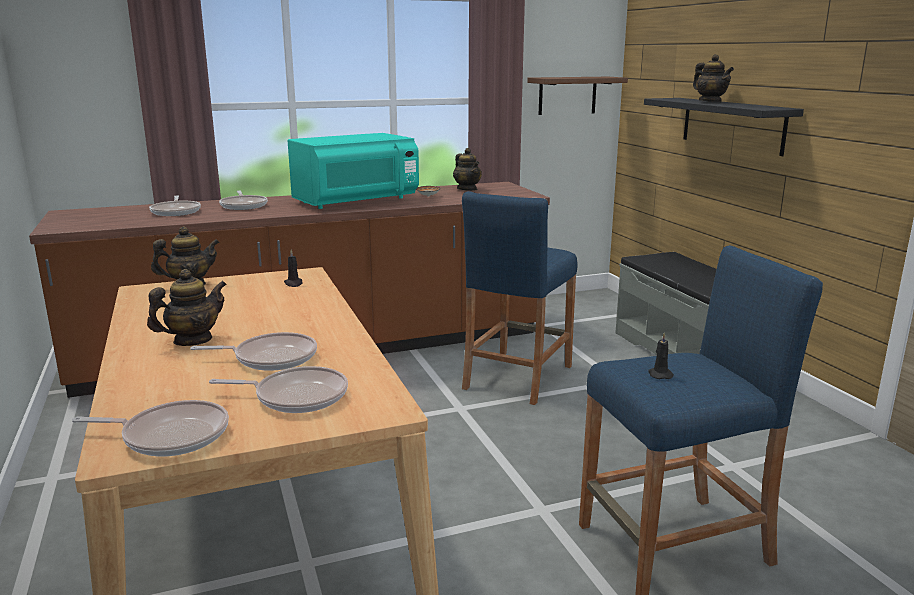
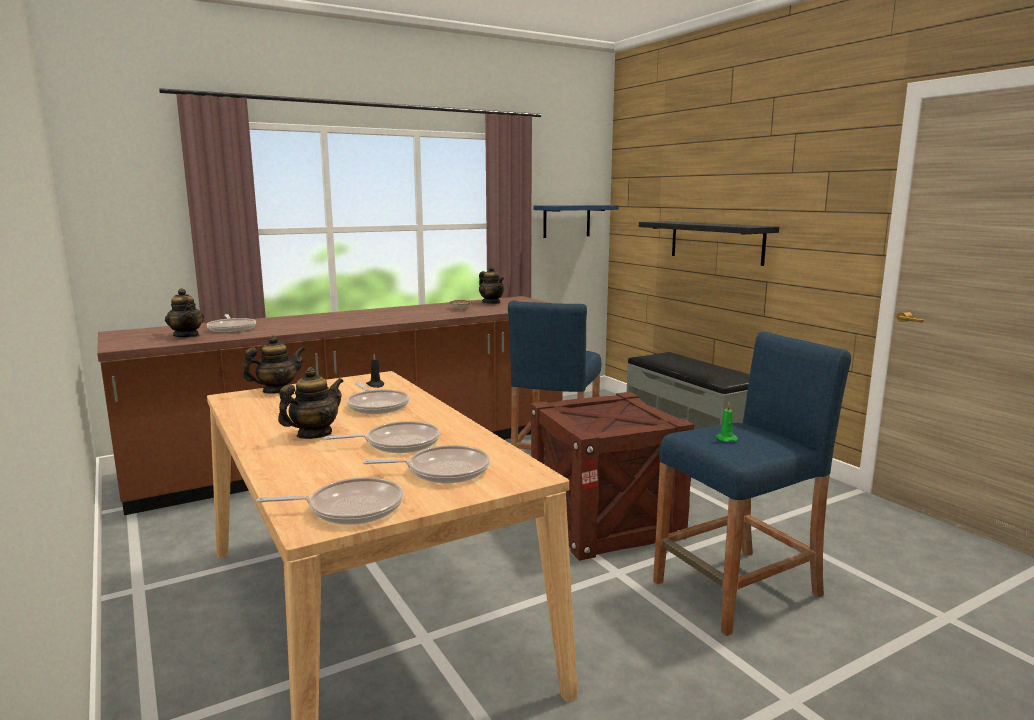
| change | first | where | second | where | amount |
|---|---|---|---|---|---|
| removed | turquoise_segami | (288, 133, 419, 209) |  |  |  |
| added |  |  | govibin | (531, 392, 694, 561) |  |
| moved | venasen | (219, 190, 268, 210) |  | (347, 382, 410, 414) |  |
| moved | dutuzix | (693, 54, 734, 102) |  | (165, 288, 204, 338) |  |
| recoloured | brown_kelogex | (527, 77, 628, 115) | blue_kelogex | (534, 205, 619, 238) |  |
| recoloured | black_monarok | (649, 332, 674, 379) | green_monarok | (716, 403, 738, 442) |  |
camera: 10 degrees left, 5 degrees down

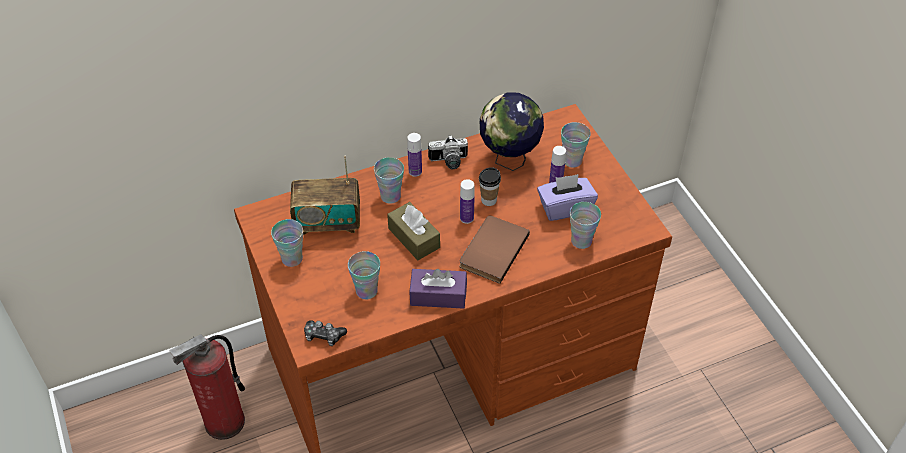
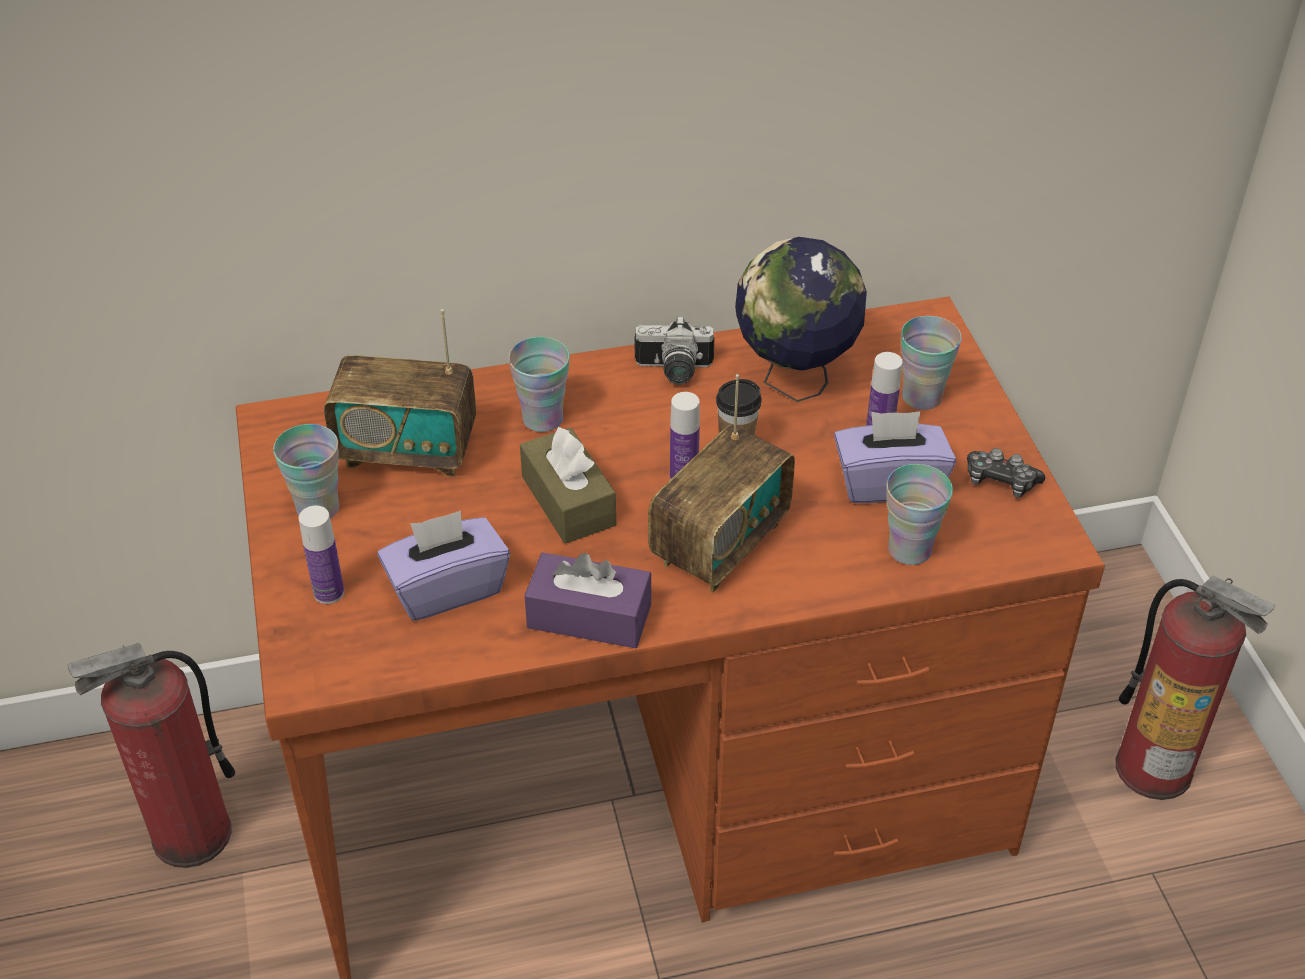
| change | first | where | second | where | amount |
|---|---|---|---|---|---|
| added |  |  | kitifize | (1116, 576, 1275, 800) |  |
| moved | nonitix | (304, 320, 347, 346) |  | (967, 448, 1045, 498) |  |
| moved | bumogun | (407, 133, 422, 177) |  | (299, 506, 344, 604) |  |
| replaced | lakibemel | (348, 251, 380, 299) | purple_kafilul | (378, 510, 510, 621) |  |
| replaced | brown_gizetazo | (459, 215, 530, 284) | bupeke | (648, 374, 795, 592) |  |
camera: 10 degrees right, 5 degrees down

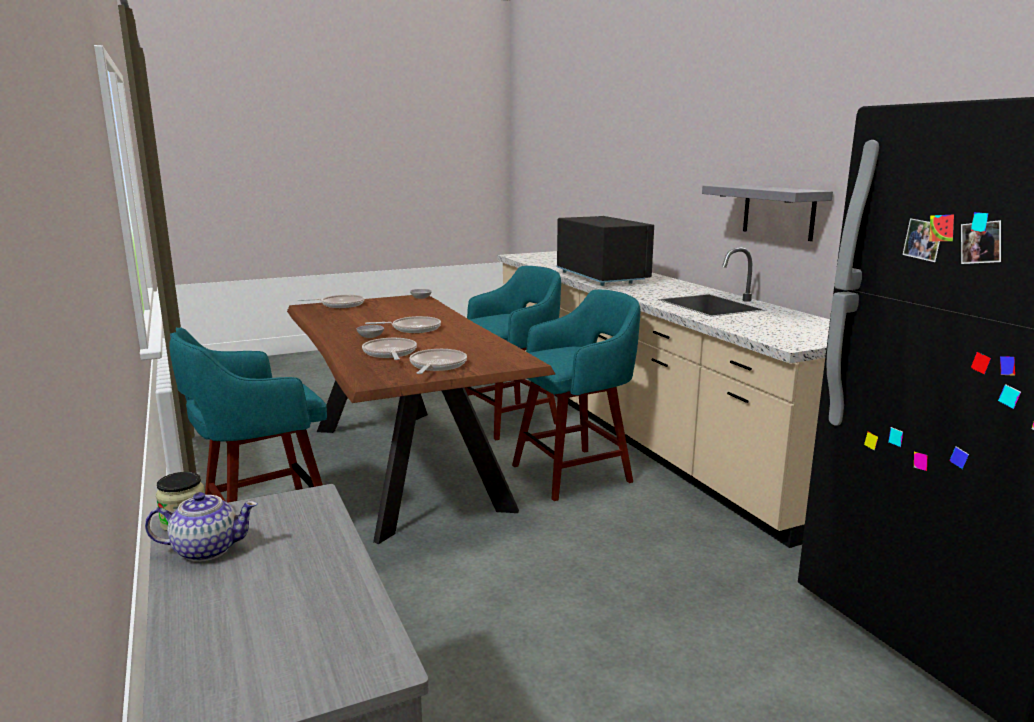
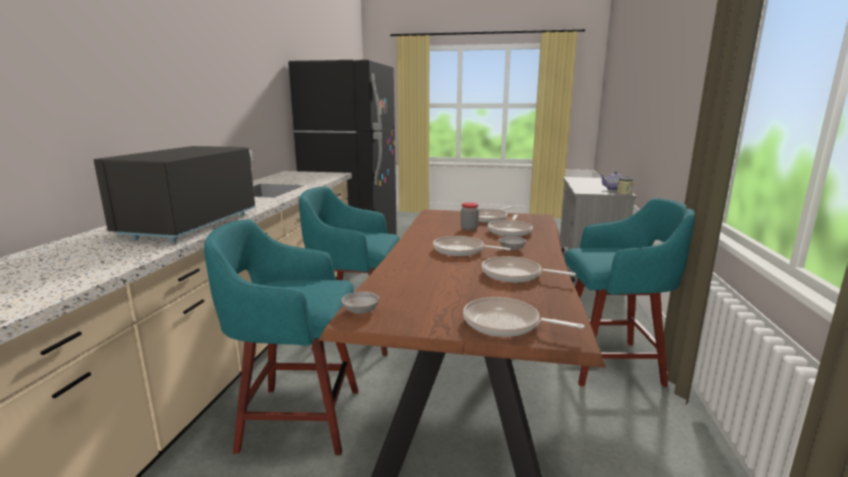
| change | first | where | second | where | amount |
|---|---|---|---|---|---|
| removed | grey_kelogex | (702, 185, 833, 241) |  |  |  |
| added |  |  | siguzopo | (461, 202, 479, 231) |  |
| added |  |  | venasen | (482, 256, 576, 282) |  |
camera: 145 degrees left, 0 degrees up

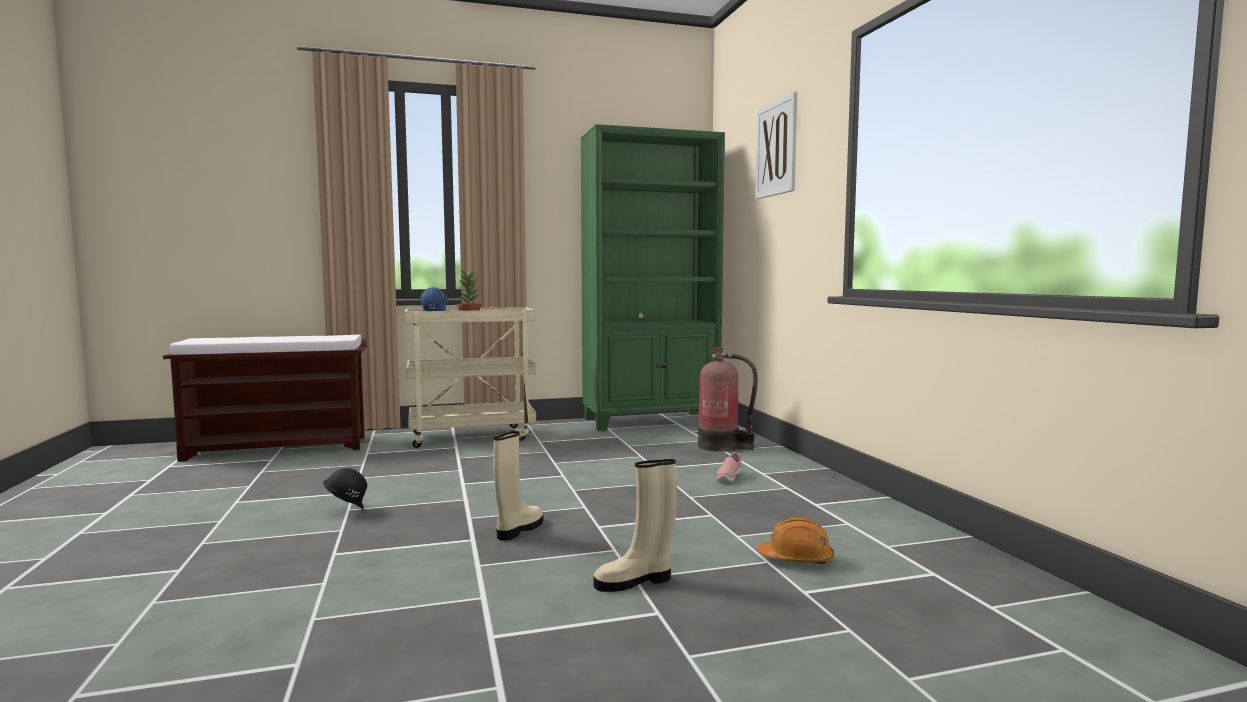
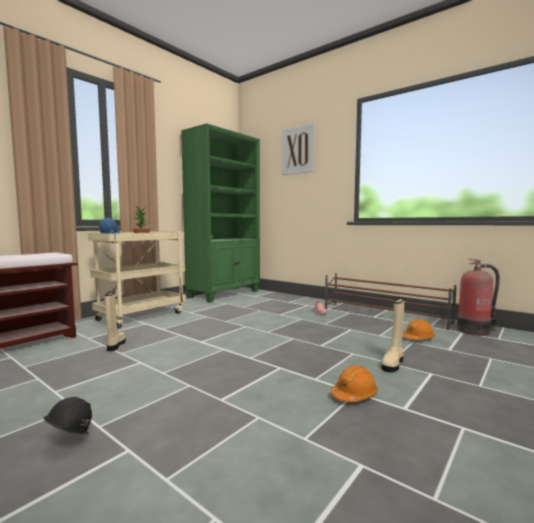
| change | first | where | second | where | amount |
|---|---|---|---|---|---|
| added |  |  | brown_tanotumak | (325, 273, 457, 330) |  |
| added |  |  | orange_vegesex | (331, 365, 378, 402) |  |
| moved | black_vegesex | (323, 468, 367, 510) |  | (44, 397, 92, 435) |  |
| moved | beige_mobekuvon | (494, 431, 543, 541) |  | (105, 291, 126, 351) |  |
| moved | kitifize | (698, 345, 758, 452) |  | (457, 259, 500, 336) |  |
camera: 35 degrees left, 0 degrees up

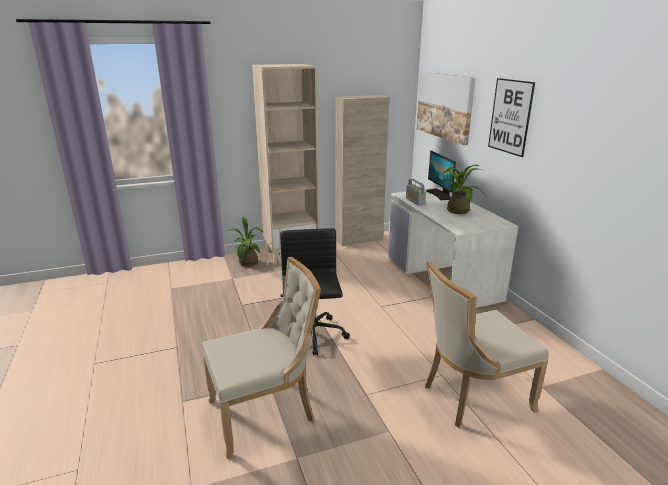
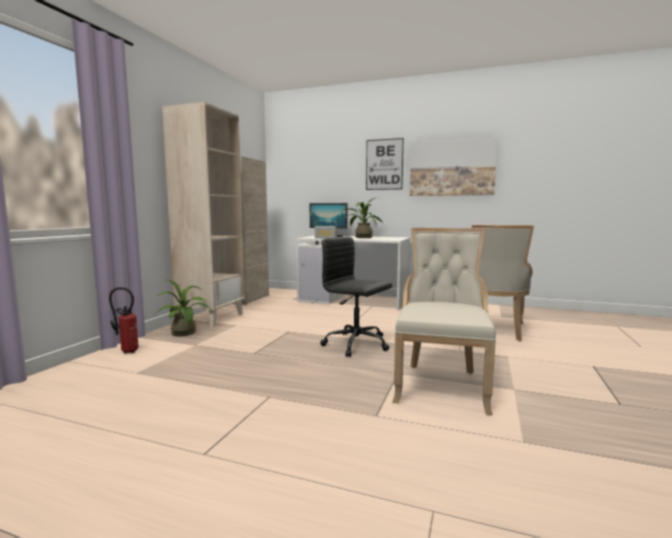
| change | first | where | second | where | amount |
|---|---|---|---|---|---|
| added |  |  | kitifize | (109, 287, 139, 354) |  |
| moved | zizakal | (417, 72, 475, 145) |  | (410, 137, 497, 196) |  |
camera: 50 degrees left, 15 degrees down

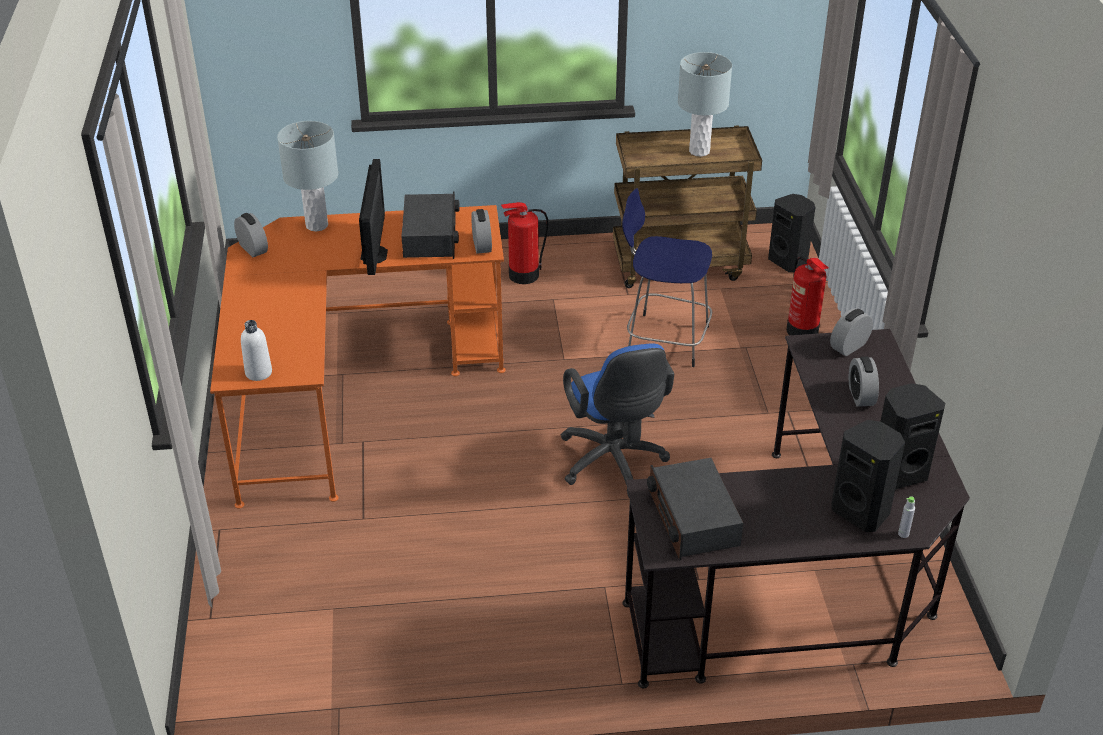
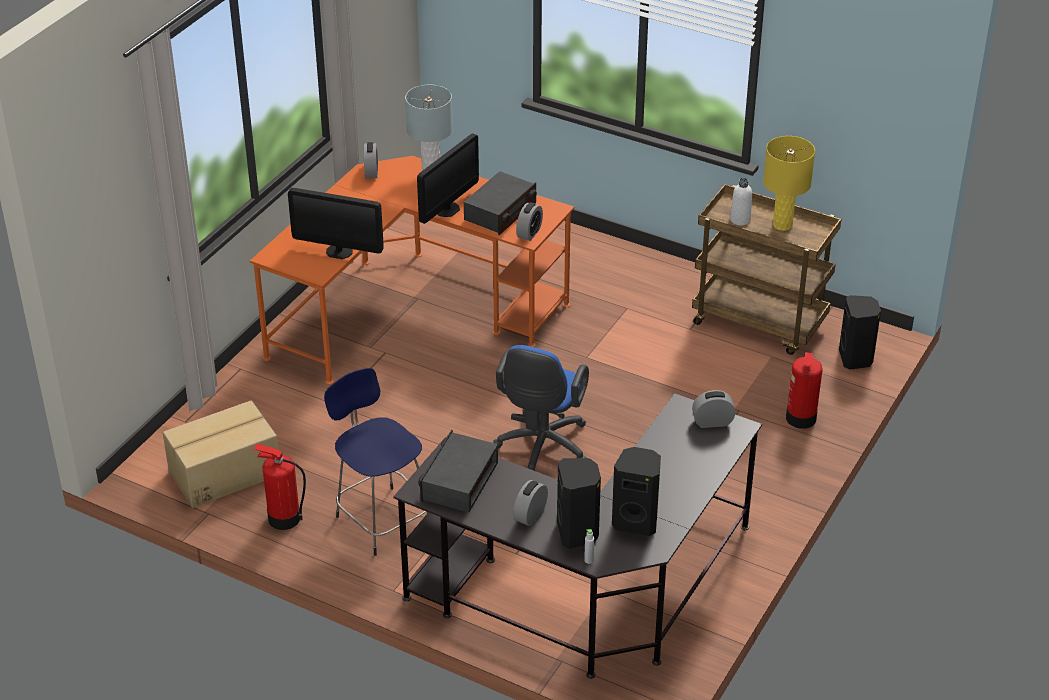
| change | first | where | second | where | amount |
|---|---|---|---|---|---|
| added |  |  | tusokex | (163, 400, 278, 508) |  |
| added |  |  | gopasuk | (288, 188, 383, 259) |  |
| moved | white_bumogun | (241, 320, 272, 381) |  | (730, 178, 752, 225) |  |
| moved | kitifize | (501, 202, 548, 284) |  | (254, 444, 306, 530) |  |
| moved | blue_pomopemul | (622, 188, 712, 367) |  | (324, 368, 428, 556) |  |
| moved | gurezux | (849, 357, 879, 407) |  | (513, 480, 548, 526) |  |
| recoloured | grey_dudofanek | (678, 52, 732, 157) | yellow_dudofanek | (763, 136, 815, 231) |  |
camera: 35 degrees right, 0 degrees up

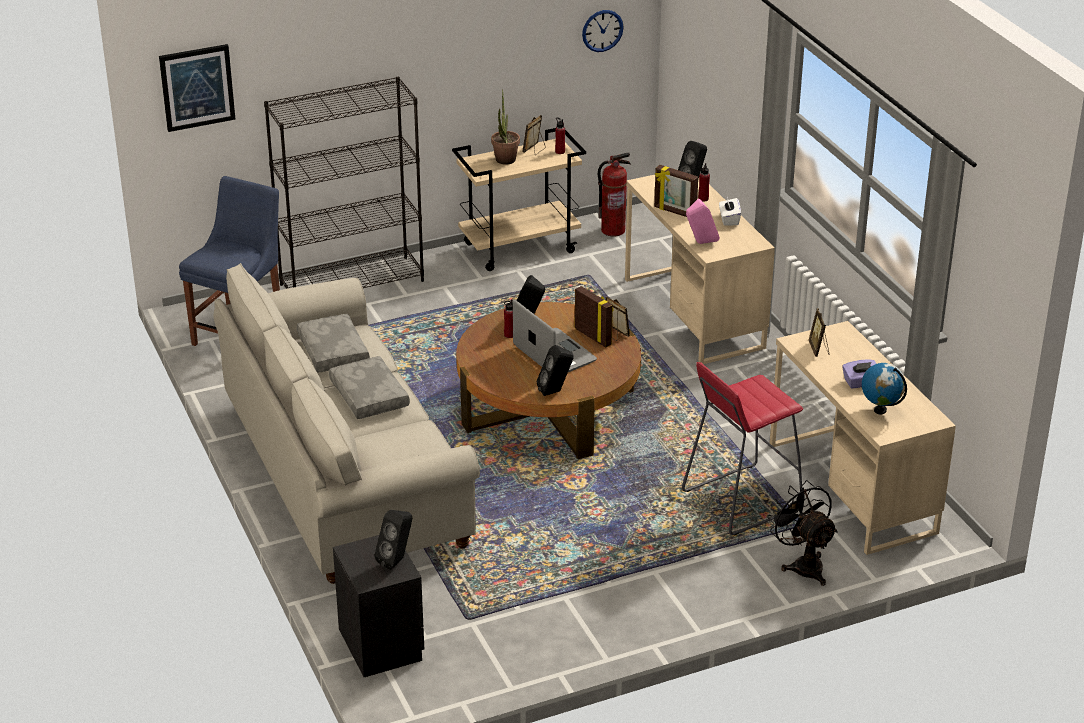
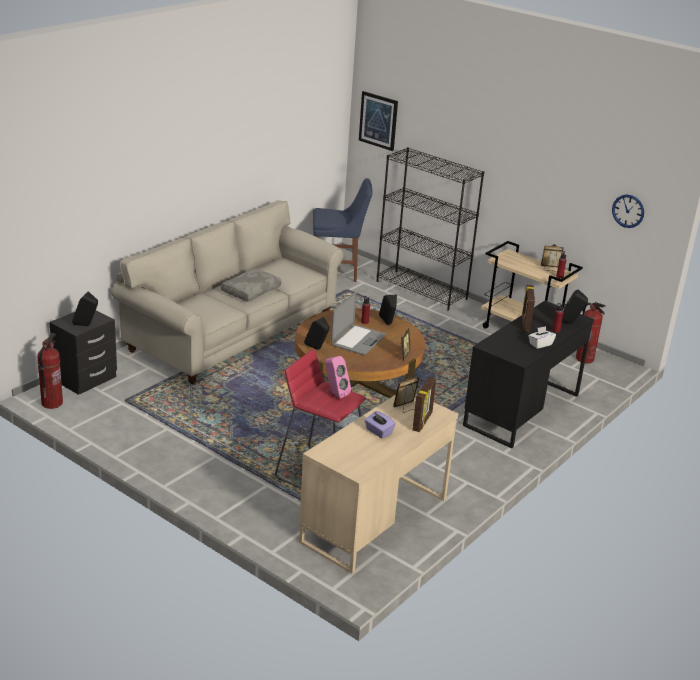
| change | first | where | second | where | amount |
|---|---|---|---|---|---|
| removed | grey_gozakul | (296, 314, 370, 373) |  |  |  |
| removed | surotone | (491, 89, 520, 165) |  |  |  |
| removed | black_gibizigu | (767, 480, 838, 586) |  |  |  |
| removed | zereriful | (862, 363, 907, 414) |  |  |  |
| added |  |  | kitifize | (37, 333, 63, 409) |  |
| moved | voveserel | (575, 286, 614, 348) |  | (413, 377, 436, 432) |  |
| moved | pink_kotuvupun | (686, 199, 720, 244) |  | (325, 356, 351, 399) |  |
| recoloured | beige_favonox | (625, 175, 775, 364) | black_favonox | (463, 301, 594, 448) |  |
camera: 60 degrees right, 5 degrees down

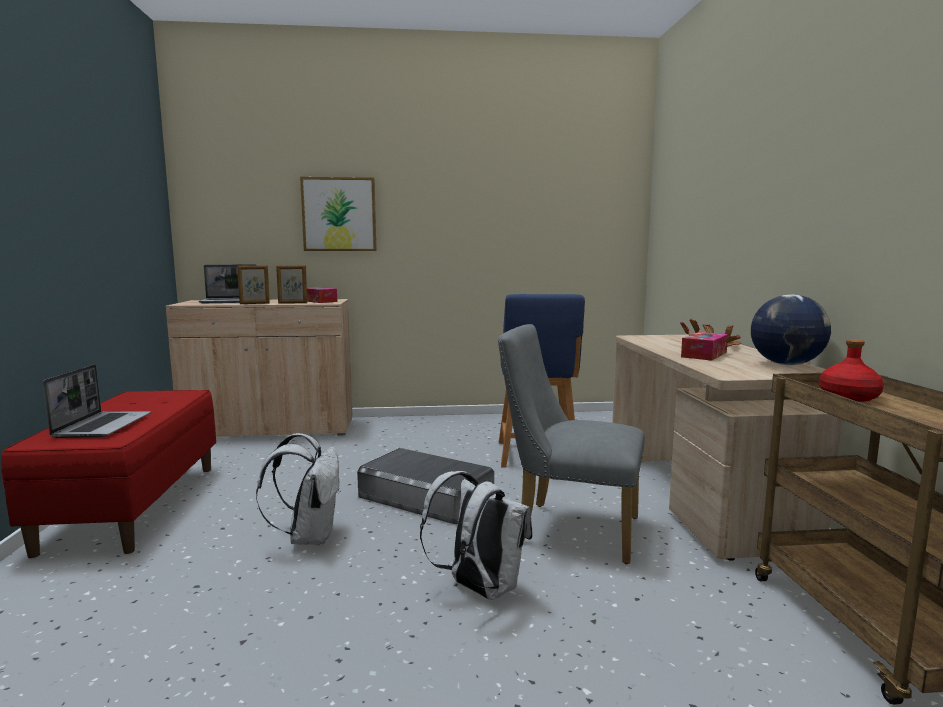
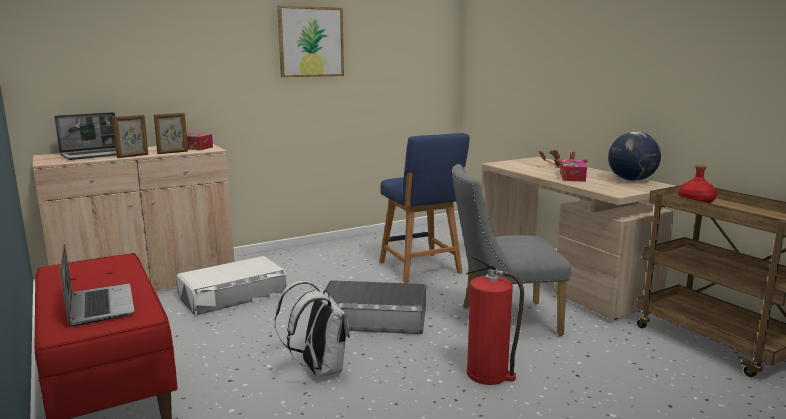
| change | first | where | second | where | amount |
|---|---|---|---|---|---|
| added |  |  | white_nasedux | (176, 256, 287, 316) |  |
| moved | zizakal | (300, 177, 376, 251) |  | (277, 5, 344, 77) |  |
| replaced | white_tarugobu | (420, 471, 533, 600) | kitifize | (466, 256, 524, 385) |  |
camera: 25 degrees left, 5 degrees up

